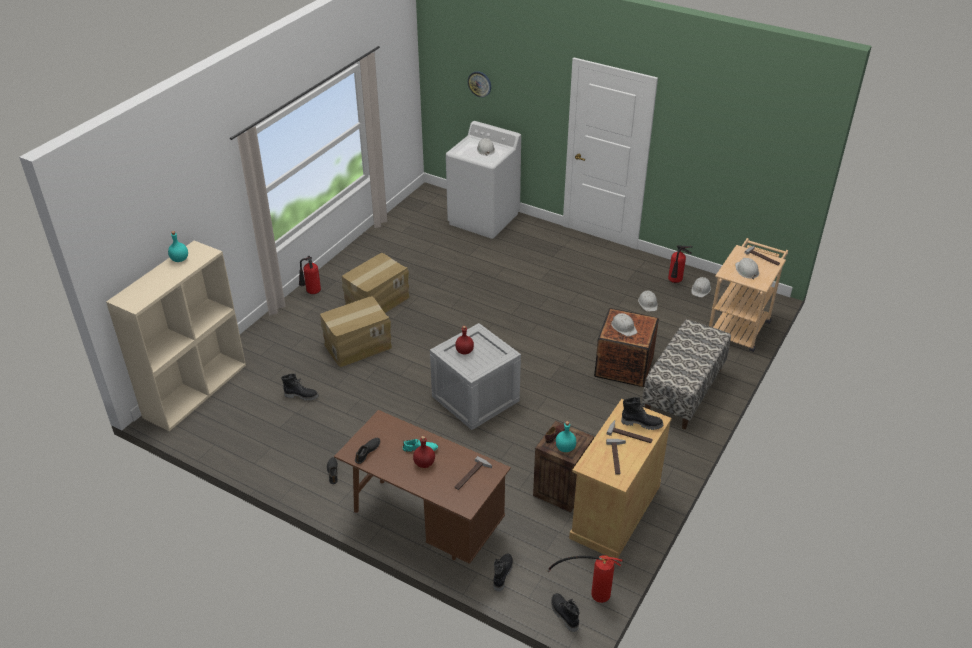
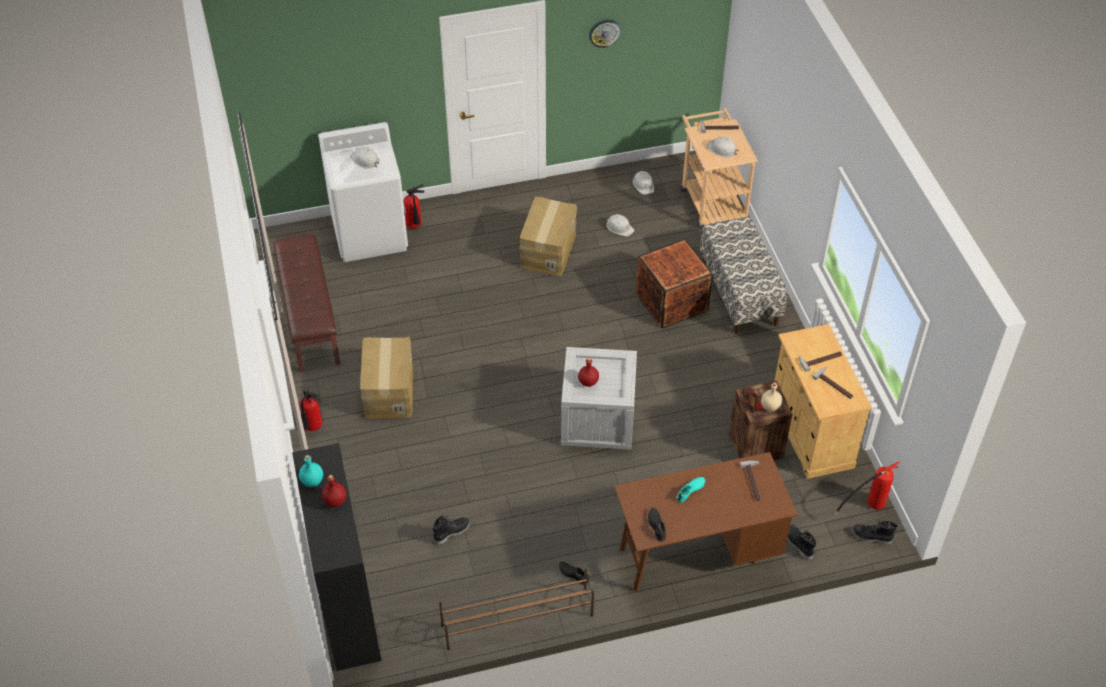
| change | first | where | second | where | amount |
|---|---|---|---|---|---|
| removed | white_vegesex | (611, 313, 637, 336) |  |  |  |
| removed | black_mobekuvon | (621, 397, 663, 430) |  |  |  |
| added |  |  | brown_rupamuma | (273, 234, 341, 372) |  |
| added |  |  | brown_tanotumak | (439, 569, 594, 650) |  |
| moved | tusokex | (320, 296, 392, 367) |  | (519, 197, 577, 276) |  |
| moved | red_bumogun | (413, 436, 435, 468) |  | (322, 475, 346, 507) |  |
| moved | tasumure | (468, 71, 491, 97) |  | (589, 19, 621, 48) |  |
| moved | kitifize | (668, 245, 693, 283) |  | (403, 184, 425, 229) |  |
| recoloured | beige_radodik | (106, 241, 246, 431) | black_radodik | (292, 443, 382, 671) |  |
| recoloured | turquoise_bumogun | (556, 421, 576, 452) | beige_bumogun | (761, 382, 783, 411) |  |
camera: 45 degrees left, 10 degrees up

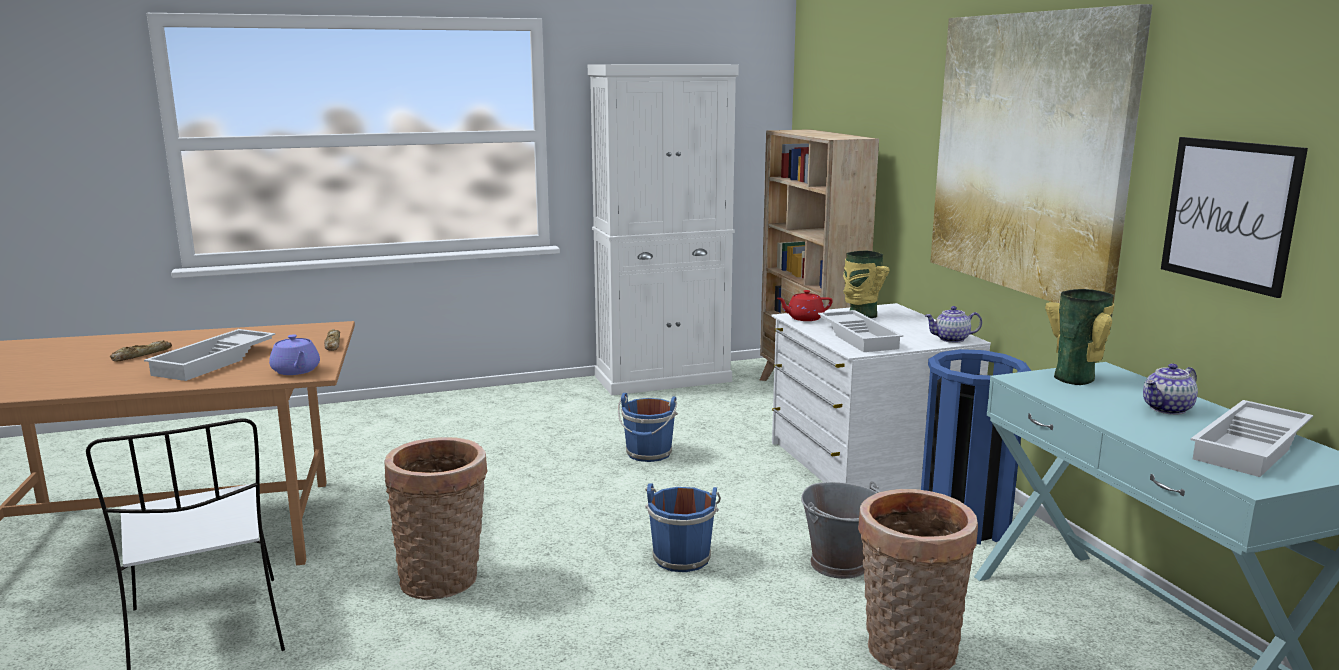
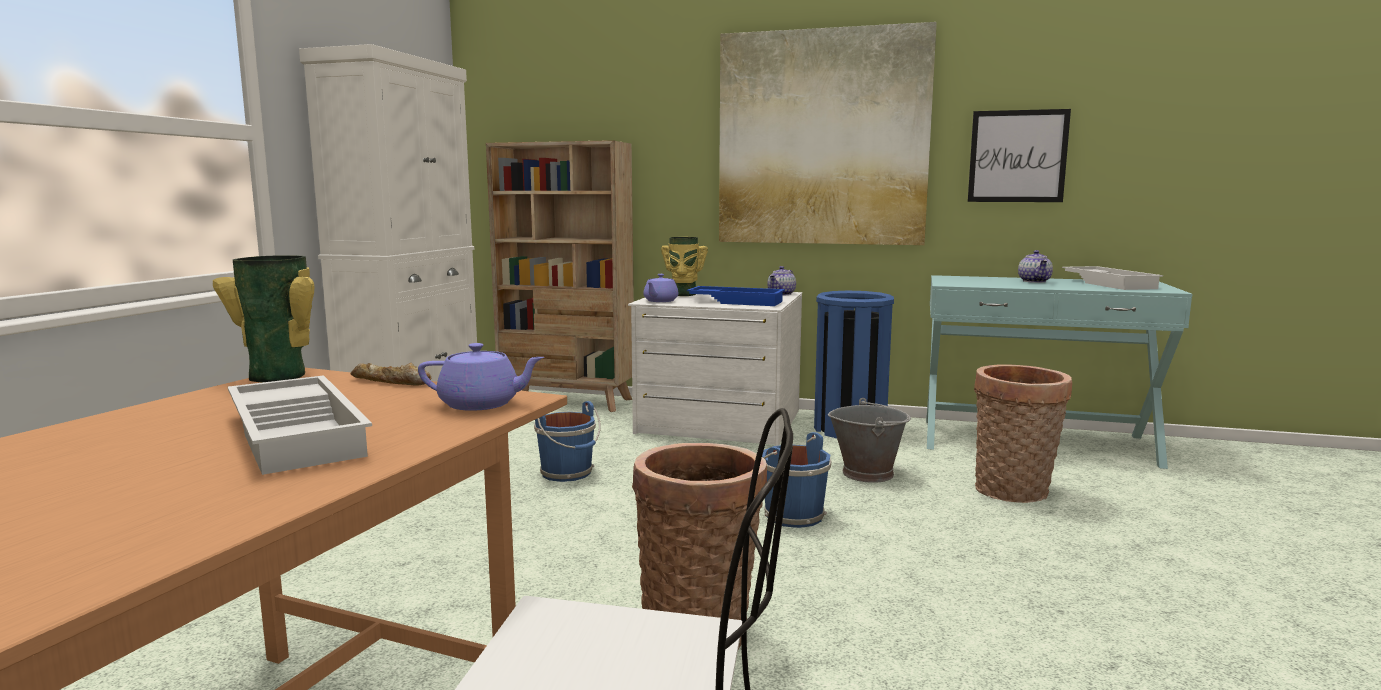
| change | first | where | second | where | amount |
|---|---|---|---|---|---|
| removed | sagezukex | (110, 340, 172, 361) |  |  |  |
| moved | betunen | (1045, 289, 1114, 385) |  | (213, 255, 314, 383) |  |
| recoloured | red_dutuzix | (777, 290, 833, 321) | purple_dutuzix | (643, 274, 678, 302) |  |
| recoloured | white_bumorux | (818, 310, 903, 352) | blue_bumorux | (687, 286, 785, 306) |  |
camera: 55 degrees left, 5 degrees down

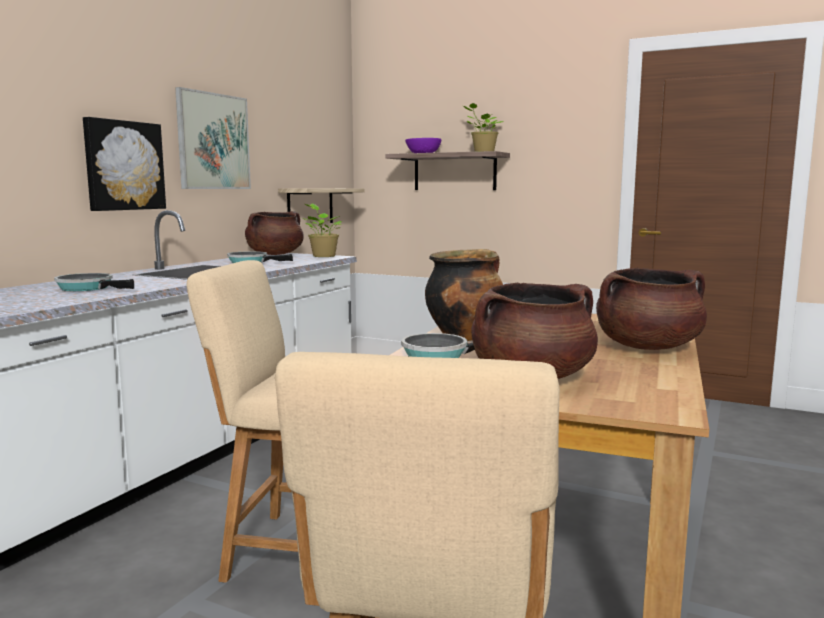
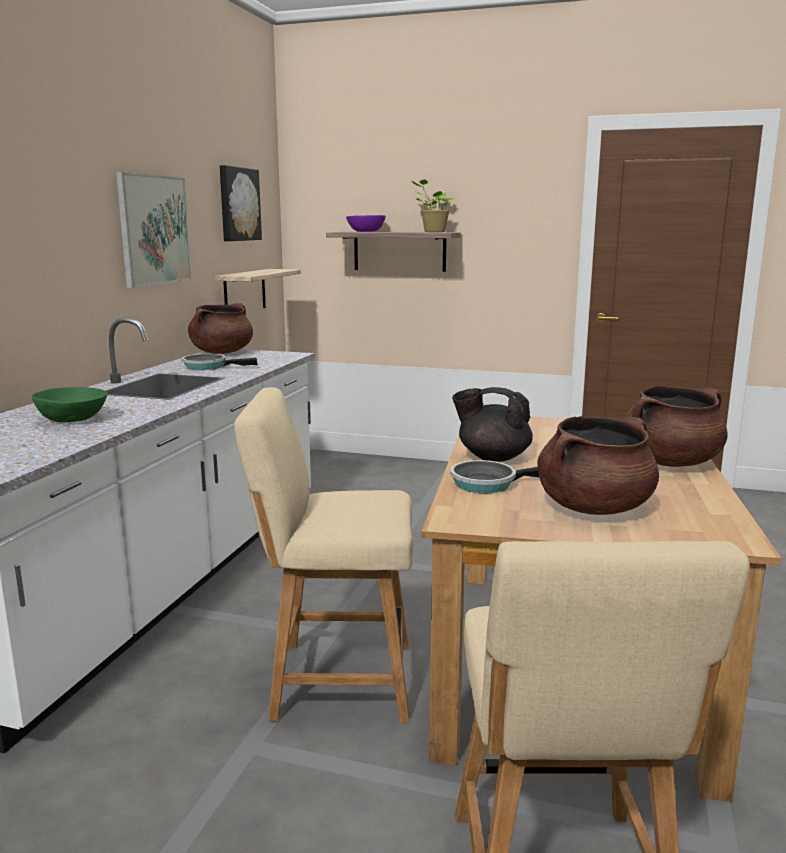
| change | first | where | second | where | amount |
|---|---|---|---|---|---|
| removed | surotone | (302, 204, 342, 257) |  |  |  |
| moved | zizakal | (83, 117, 166, 211) |  | (220, 165, 262, 241) |  |
| replaced | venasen | (54, 273, 134, 291) | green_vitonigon | (32, 387, 108, 423) |  |
| replaced | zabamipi | (425, 249, 503, 341) | black_dutuzix | (452, 387, 533, 462) |  |
camera: 10 degrees left, 5 degrees up

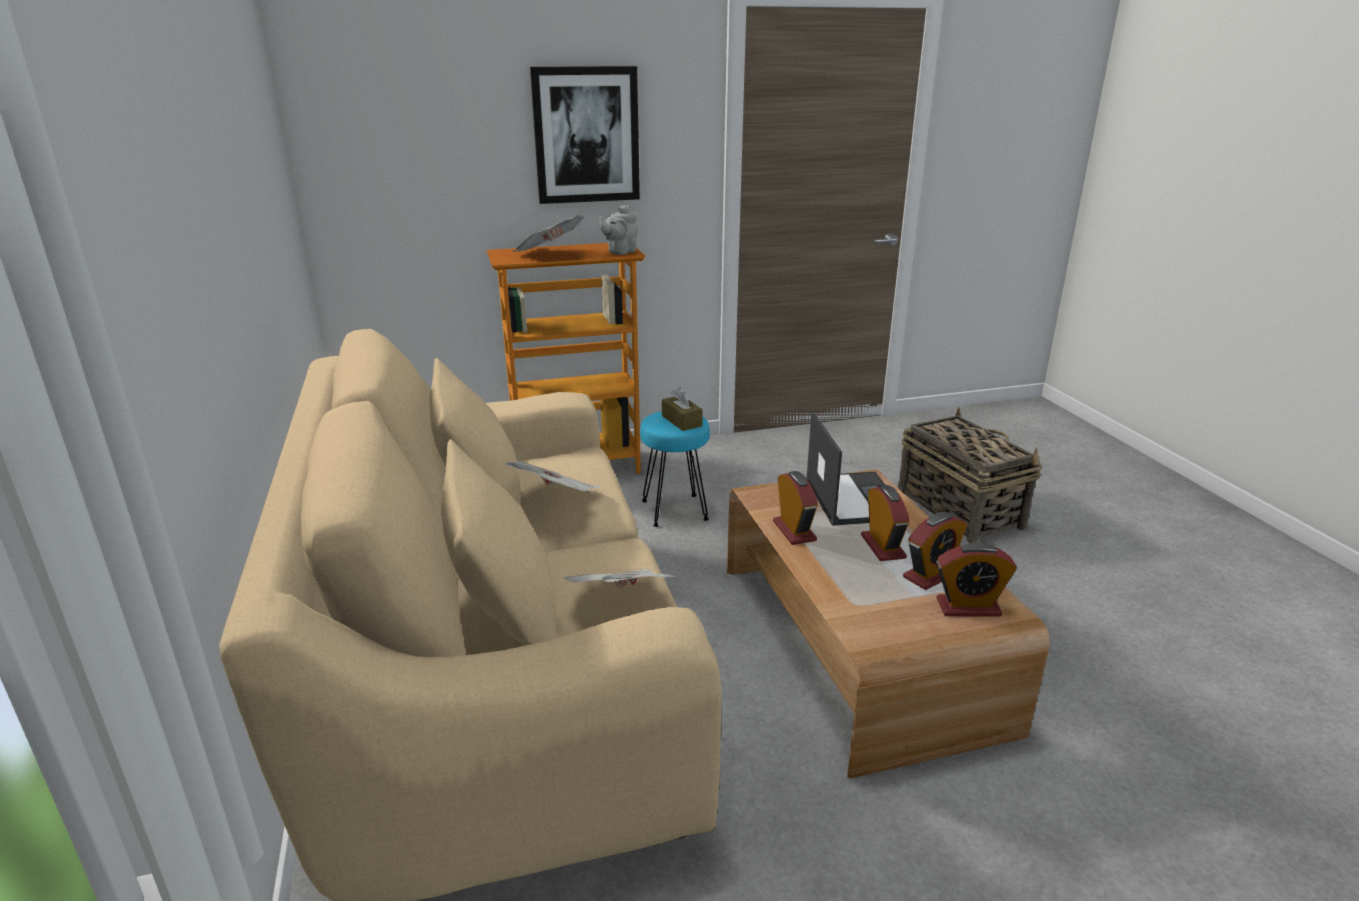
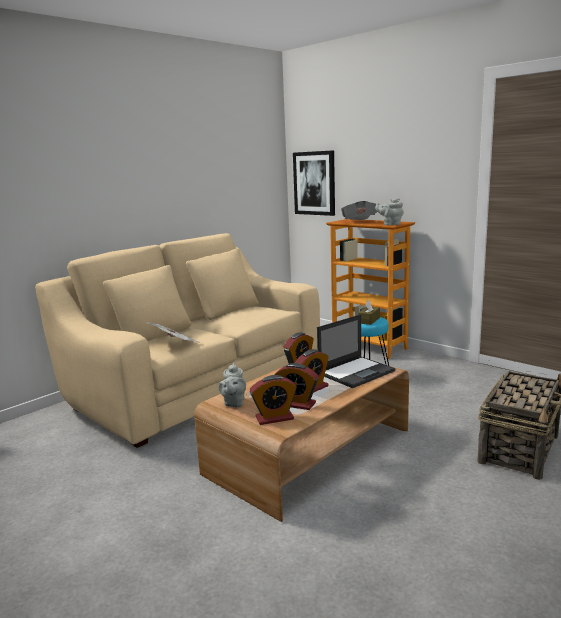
| change | first | where | second | where | amount |
|---|---|---|---|---|---|
| removed | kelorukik | (505, 460, 601, 492) |  |  |  |
| added |  |  | grey_dutuzix | (219, 363, 246, 407) |  |
| moved | zizakal | (530, 66, 640, 204) |  | (293, 150, 335, 216) |  |
| turned | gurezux | (936, 542, 1017, 617) |  | (250, 375, 297, 425) | 75 degrees counterclockwise |
camera: 60 degrees right, 10 degrees down

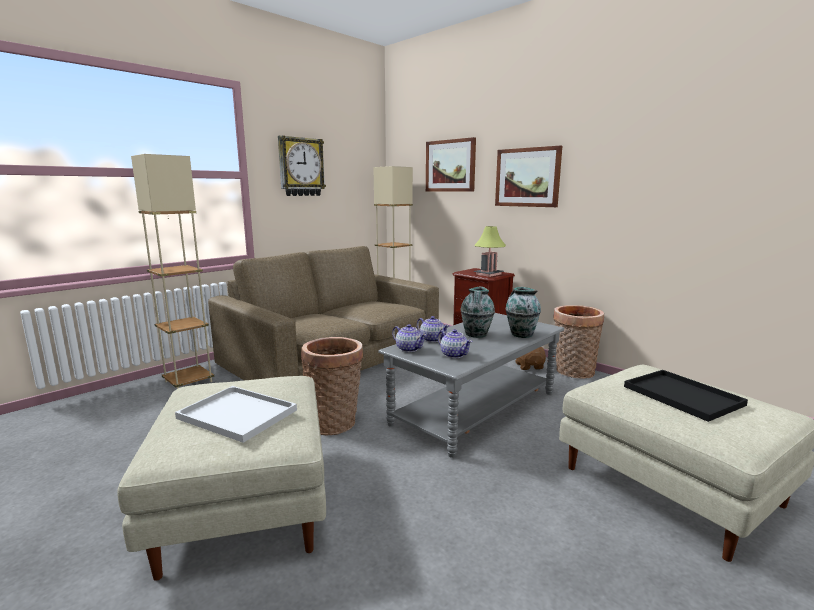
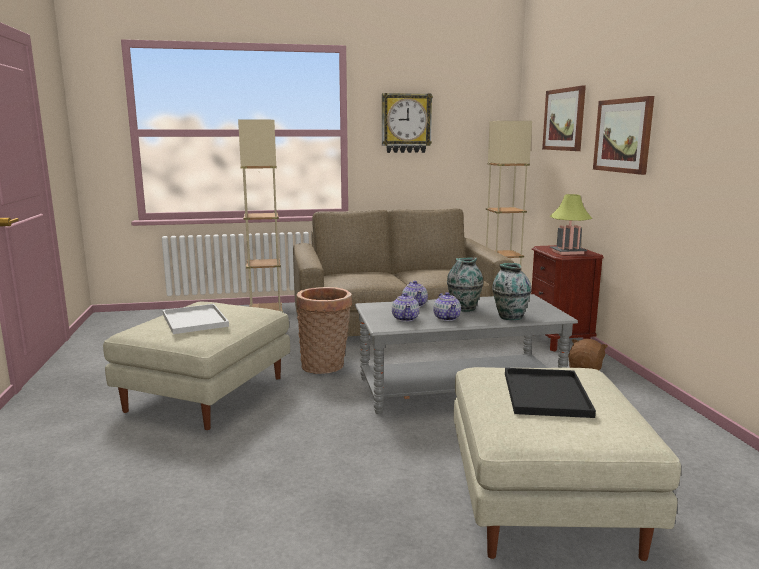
| change | first | where | second | where | amount |
|---|---|---|---|---|---|
| removed | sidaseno | (553, 305, 604, 378) |  |  |  |
| moved | dutuzix | (392, 324, 426, 352) |  | (433, 292, 461, 321) |  |
camera: 35 degrees right, 0 degrees up

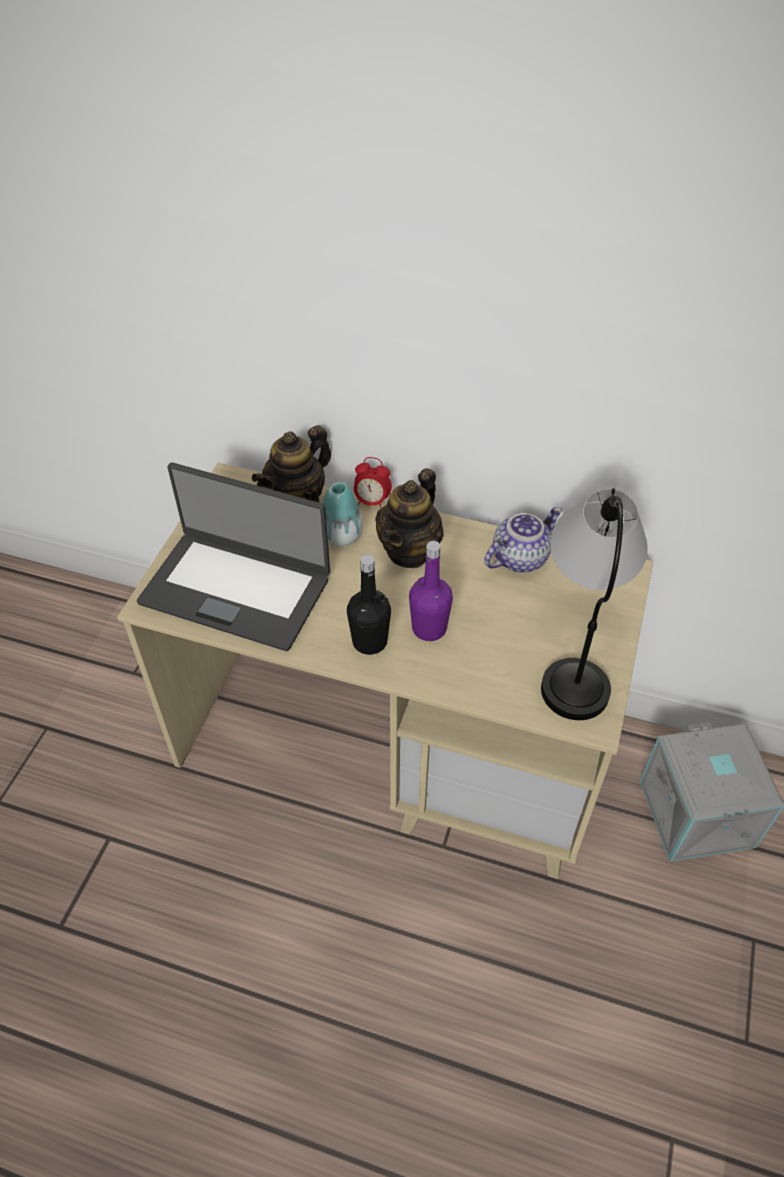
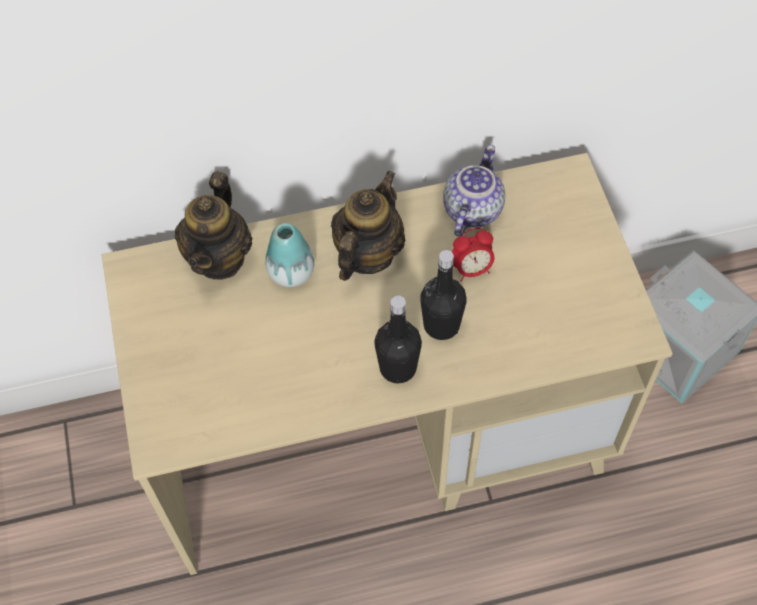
| change | first | where | second | where | amount |
|---|---|---|---|---|---|
| removed | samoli | (137, 463, 330, 651) |  |  |  |
| removed | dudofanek | (541, 488, 648, 720) |  |  |  |
| moved | gurezux | (354, 457, 392, 508) |  | (452, 228, 494, 281) |  |
| recoloured | purple_bumogun | (409, 541, 453, 641) | black_bumogun | (420, 250, 467, 340) |  |
| turned | dutuzix | (375, 468, 444, 568) |  | (331, 171, 405, 281) | 150 degrees counterclockwise |
camera: 30 degrees left, 10 degrees up

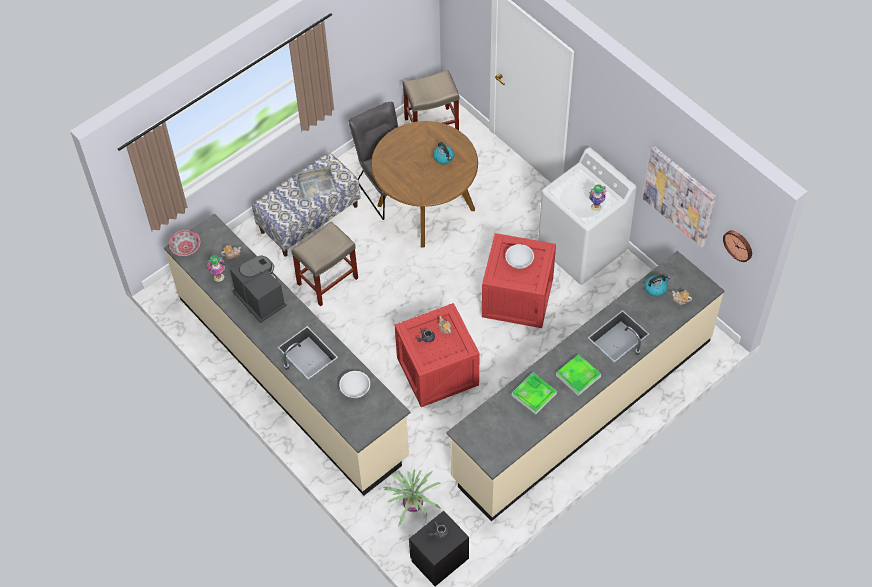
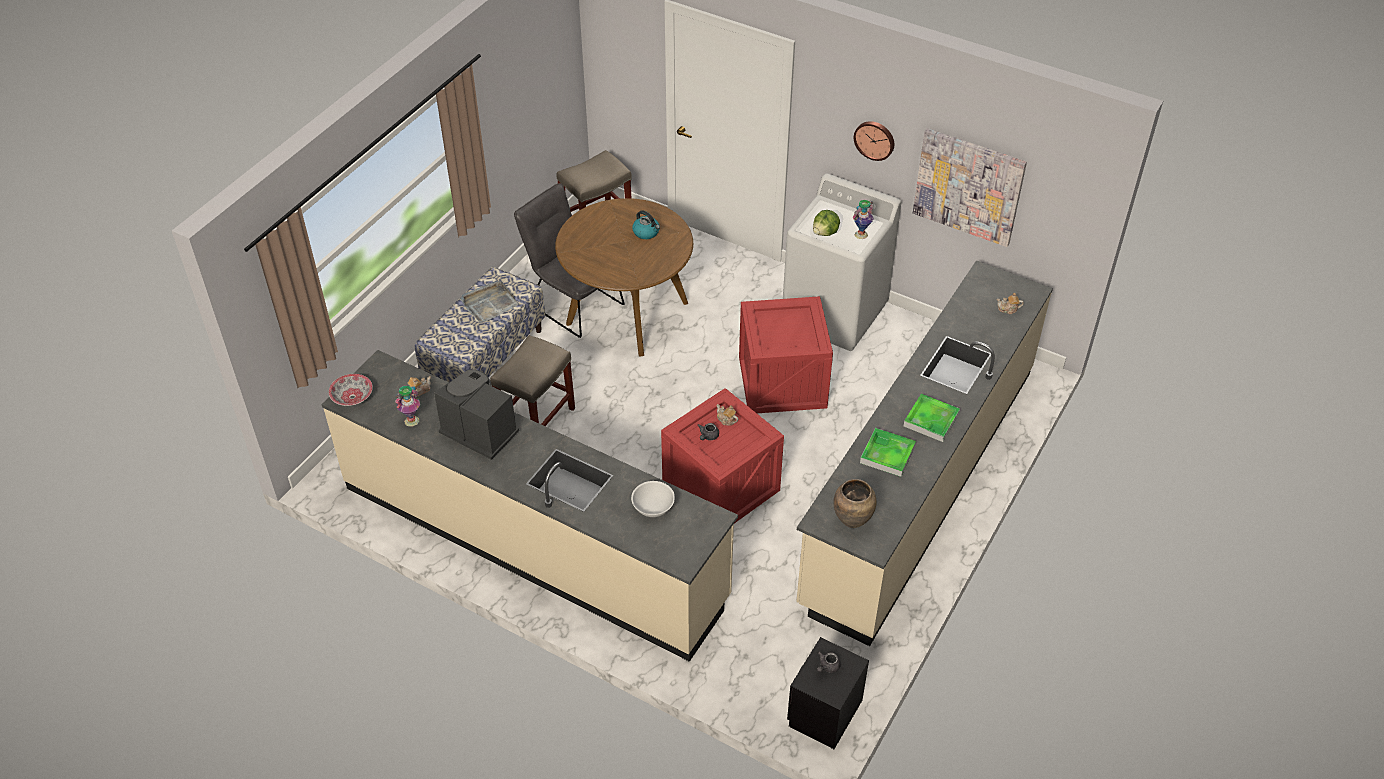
| change | first | where | second | where | amount |
|---|---|---|---|---|---|
| removed | surotone | (383, 469, 441, 526) |  |  |  |
| removed | white_vitonigon | (505, 244, 534, 269) |  |  |  |
| removed | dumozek | (645, 275, 670, 297) |  |  |  |
| added |  |  | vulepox | (813, 210, 840, 236) |  |
| added |  |  | brown_betunen | (834, 479, 876, 528) |  |
| moved | tasumure | (723, 231, 752, 262) |  | (854, 121, 894, 161) |  |
camera: 20 degrees left, 10 degrees down

